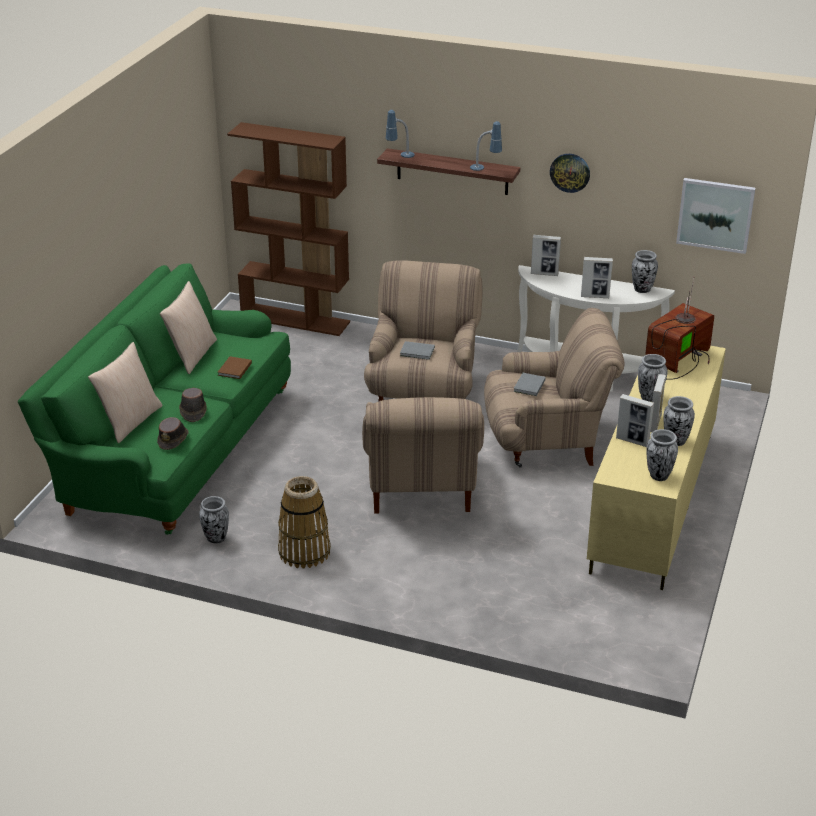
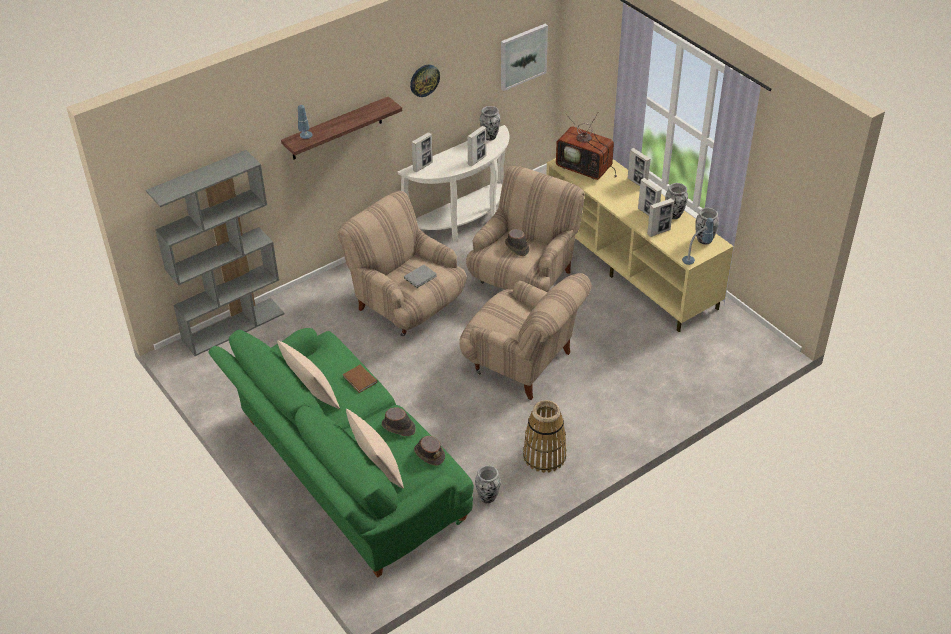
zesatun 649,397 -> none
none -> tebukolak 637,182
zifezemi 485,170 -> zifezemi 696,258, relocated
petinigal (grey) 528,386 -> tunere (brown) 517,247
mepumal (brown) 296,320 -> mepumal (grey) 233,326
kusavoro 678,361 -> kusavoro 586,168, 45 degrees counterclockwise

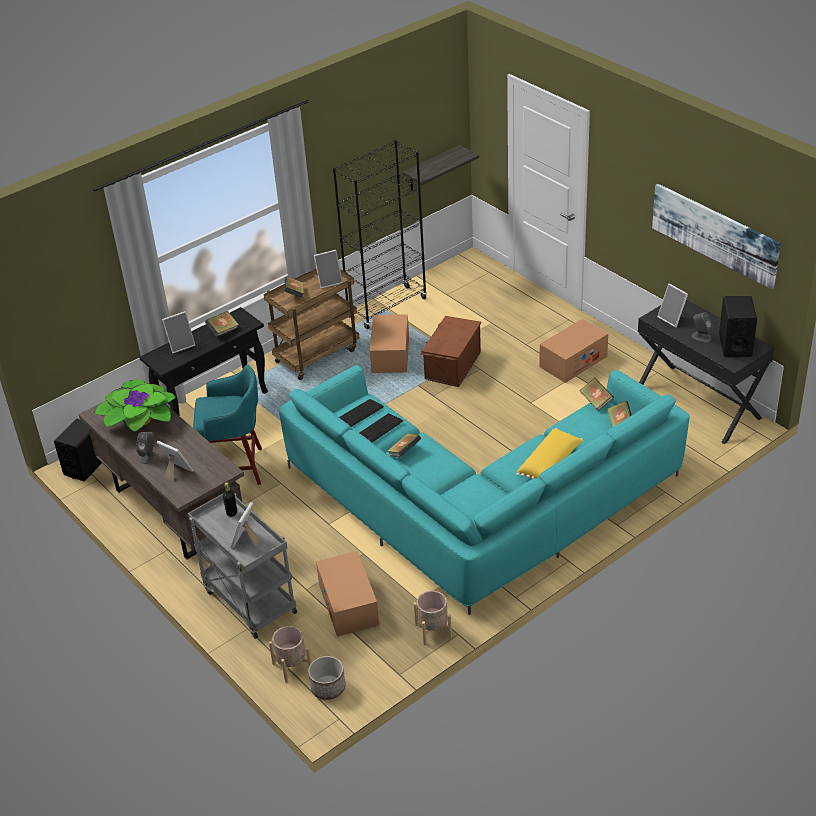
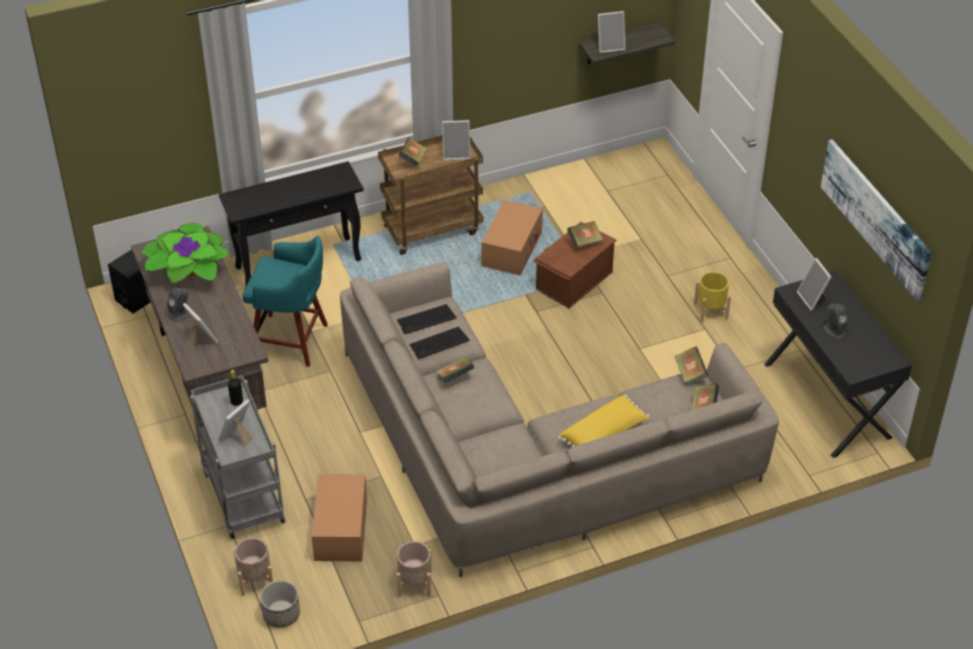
mepumal (black) 387,307 -> none
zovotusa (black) 735,345 -> none
tebukolak 181,345 -> tebukolak 610,46, relocated
petinigal 223,331 -> petinigal 584,242, relocated
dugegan 573,361 -> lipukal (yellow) 710,311
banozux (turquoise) 480,504 -> banozux (beige) 528,454

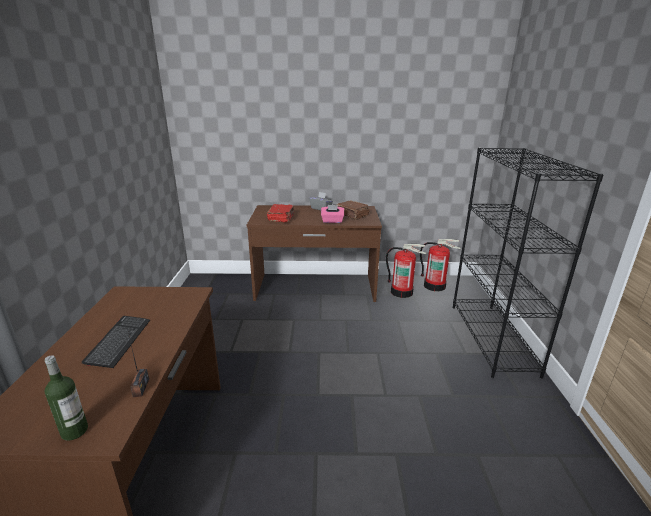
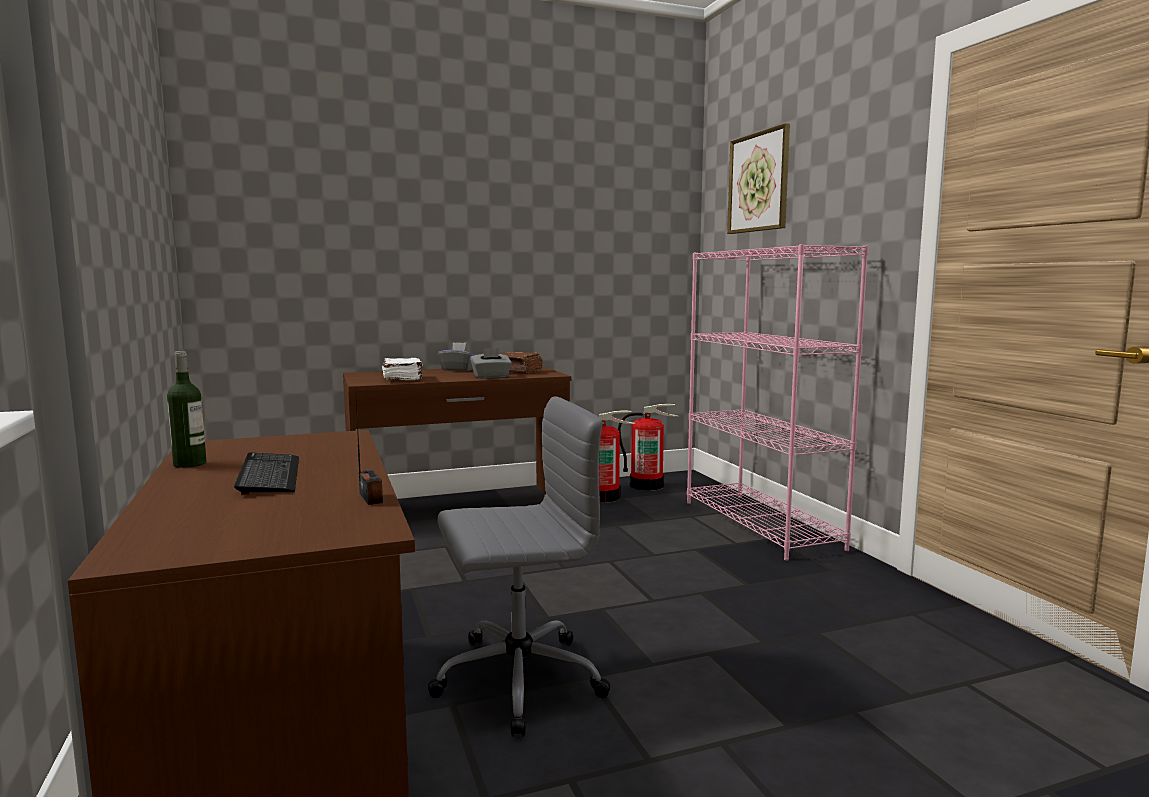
none -> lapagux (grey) 516,680
none -> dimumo 758,182
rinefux 74,431 -> rinefux 190,464, relocated
petinigal (red) 281,218 -> petinigal (white) 403,379
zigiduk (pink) 332,221 -> zigiduk (grey) 491,377
mepumal (black) 492,338 -> mepumal (pink) 761,524

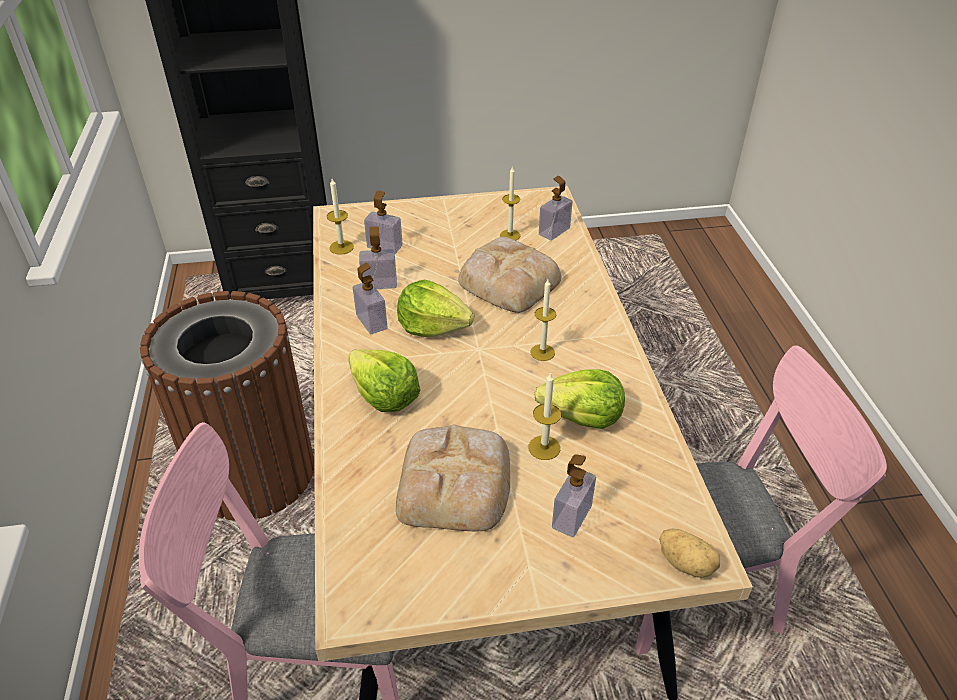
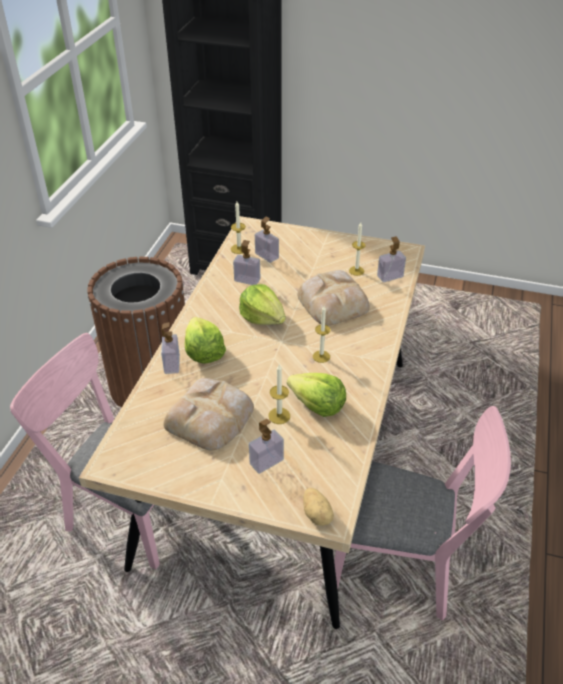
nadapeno 371,322 -> nadapeno 172,364, relocated

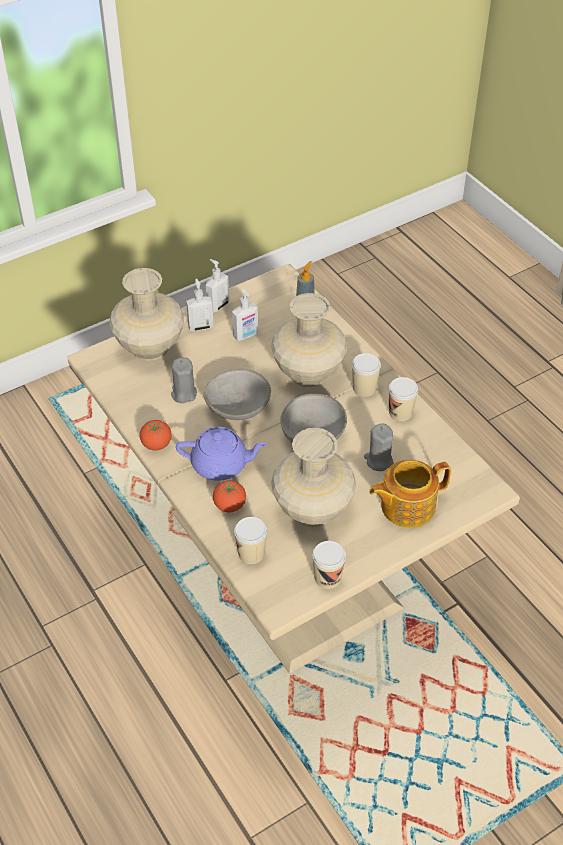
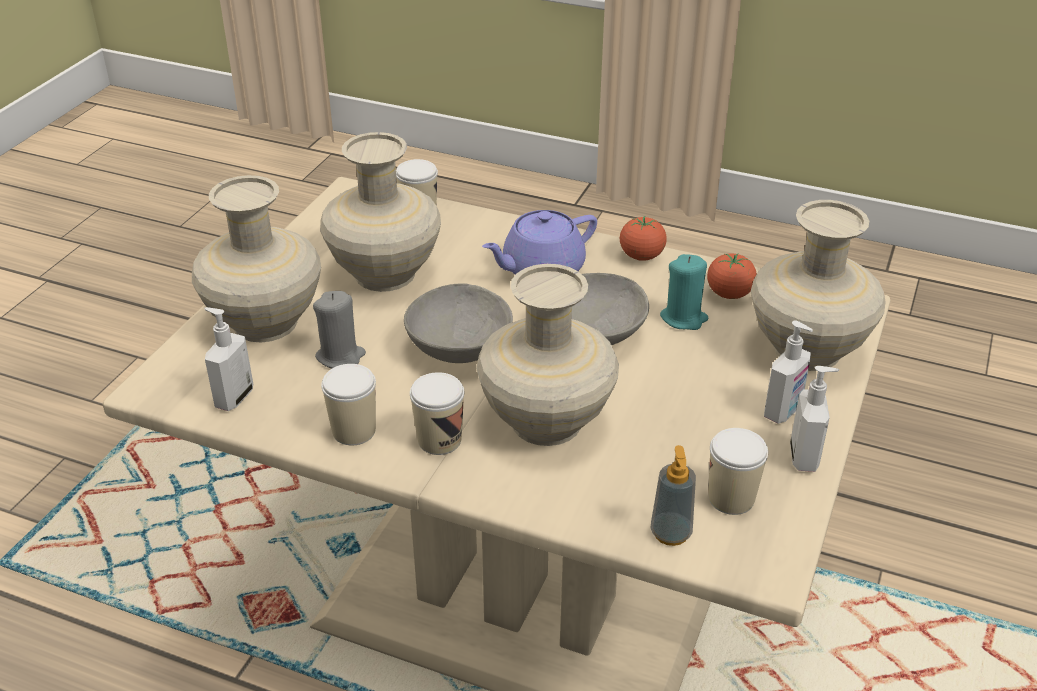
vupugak 229,505 -> vupugak 729,294, relocated
nadapeno 246,335 -> nadapeno 233,398, relocated
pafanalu 327,577 -> pafanalu 731,498, relocated
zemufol 406,506 -> zesatun (beige) 265,323
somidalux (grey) 183,393 -> somidalux (turquoise) 683,318

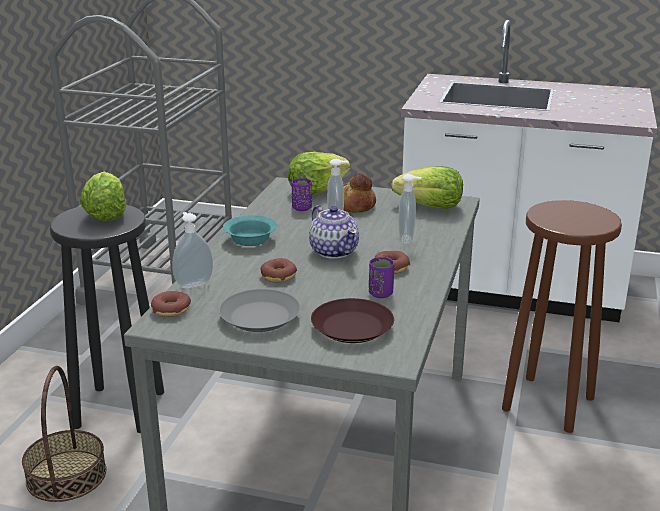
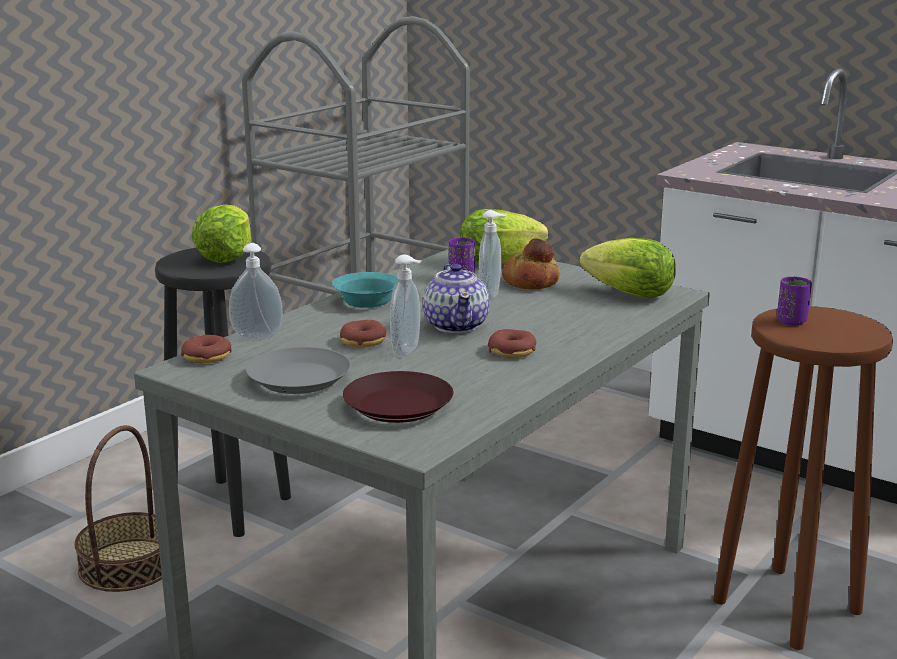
pafanalu (purple) 380,294 -> pafanalu (purple) 791,321, relocated
nadapeno 408,239 -> nadapeno 408,351, relocated

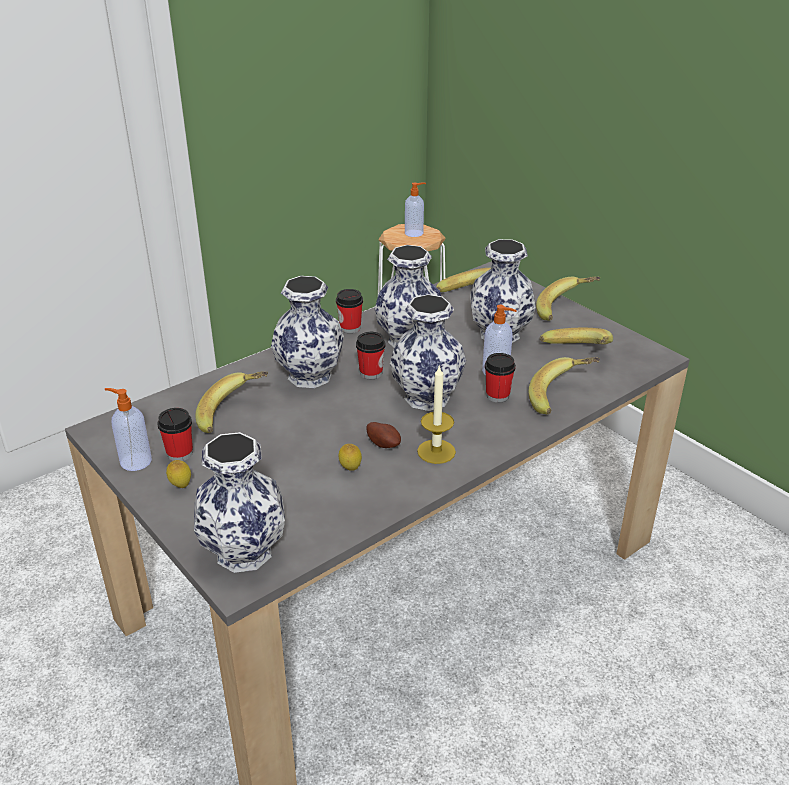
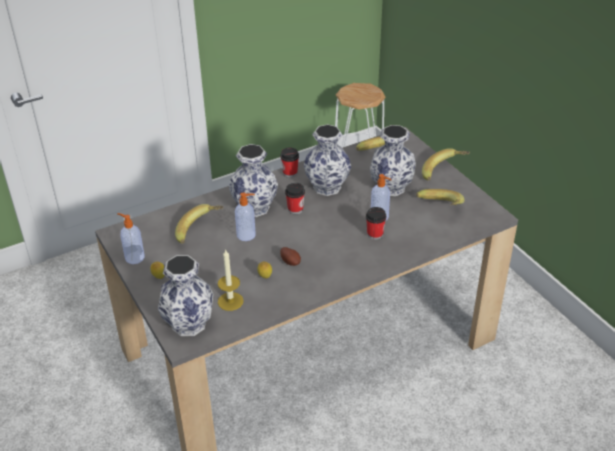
pafanalu 180,453 -> none
zesatun 428,397 -> none
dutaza 562,398 -> none
nadapeno 414,233 -> nadapeno 247,235, relocated
somidalux 436,451 -> somidalux 230,301, relocated

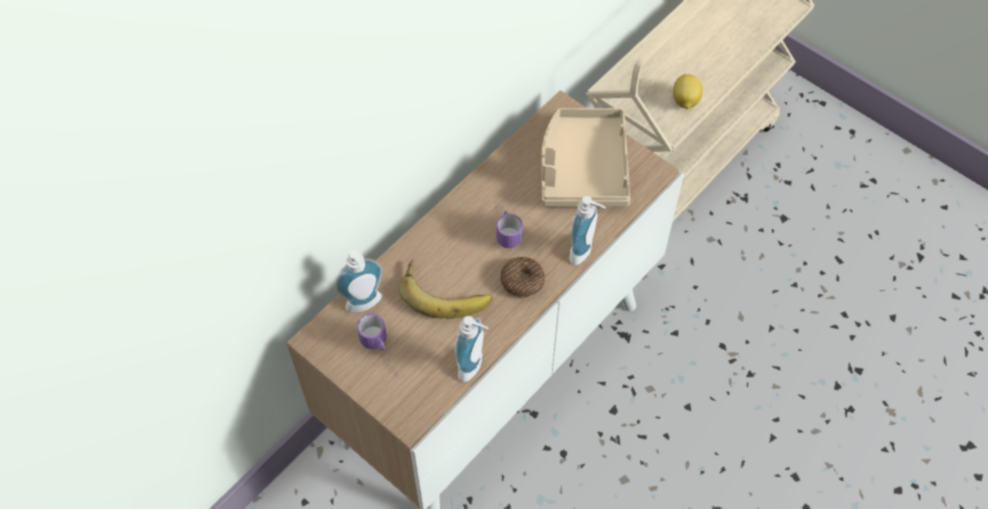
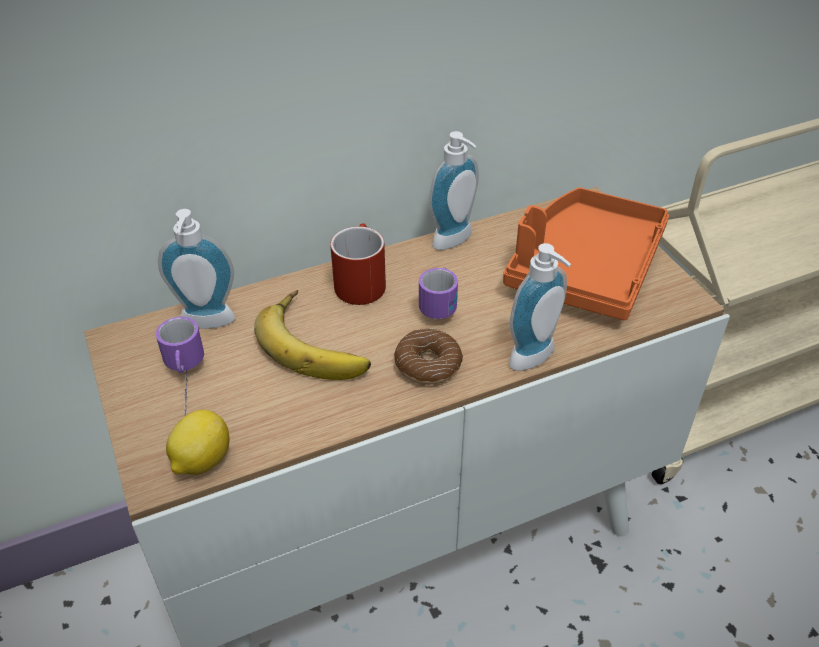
none -> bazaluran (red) 359,280
nadapeno 474,367 -> nadapeno 456,241, relocated
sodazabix 685,101 -> sodazabix 201,461, relocated
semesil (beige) 582,168 -> semesil (orange) 584,268

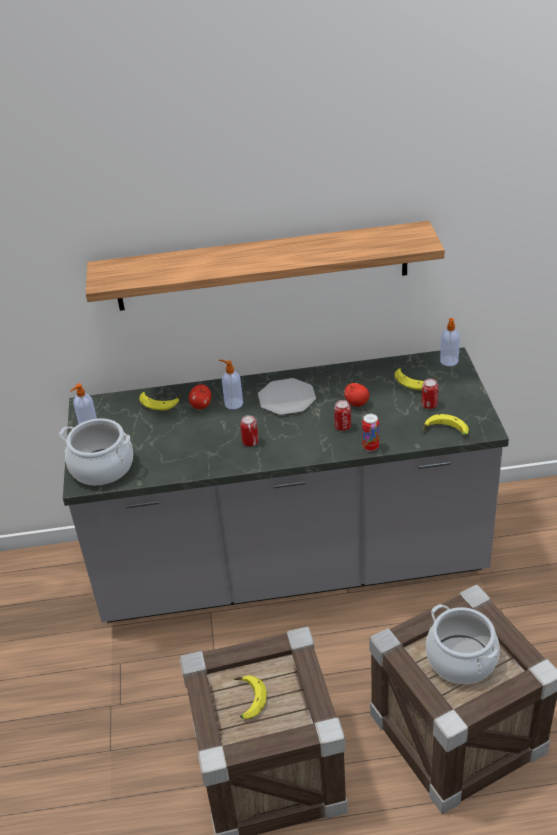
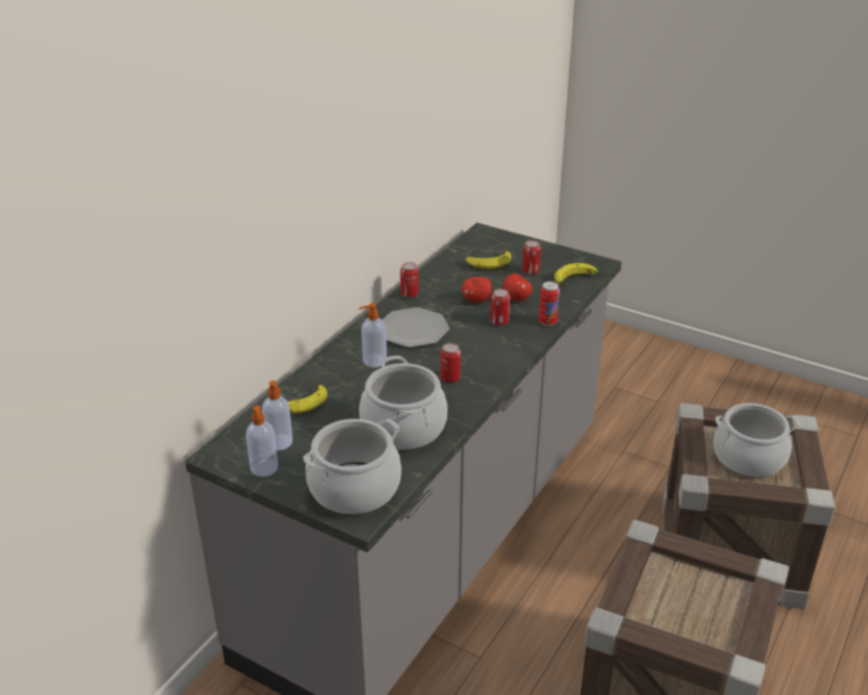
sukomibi 262,266 -> none
dutaza 246,700 -> none
none -> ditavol 404,428
none -> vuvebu 409,294
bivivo 201,406 -> bivivo 516,299, relocated
nadapeno 449,361 -> nadapeno 279,443, relocated

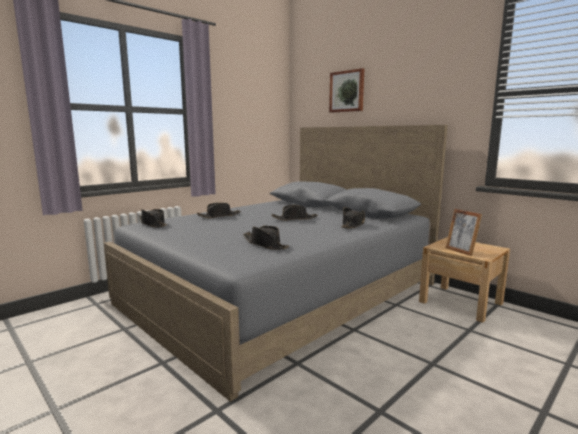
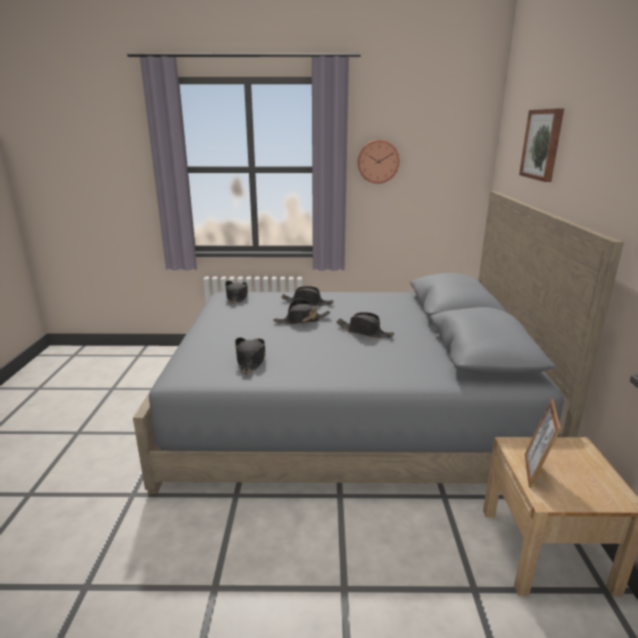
none -> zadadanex 378,161
tunere (black) 353,224 -> tunere (black) 302,320, relocated

